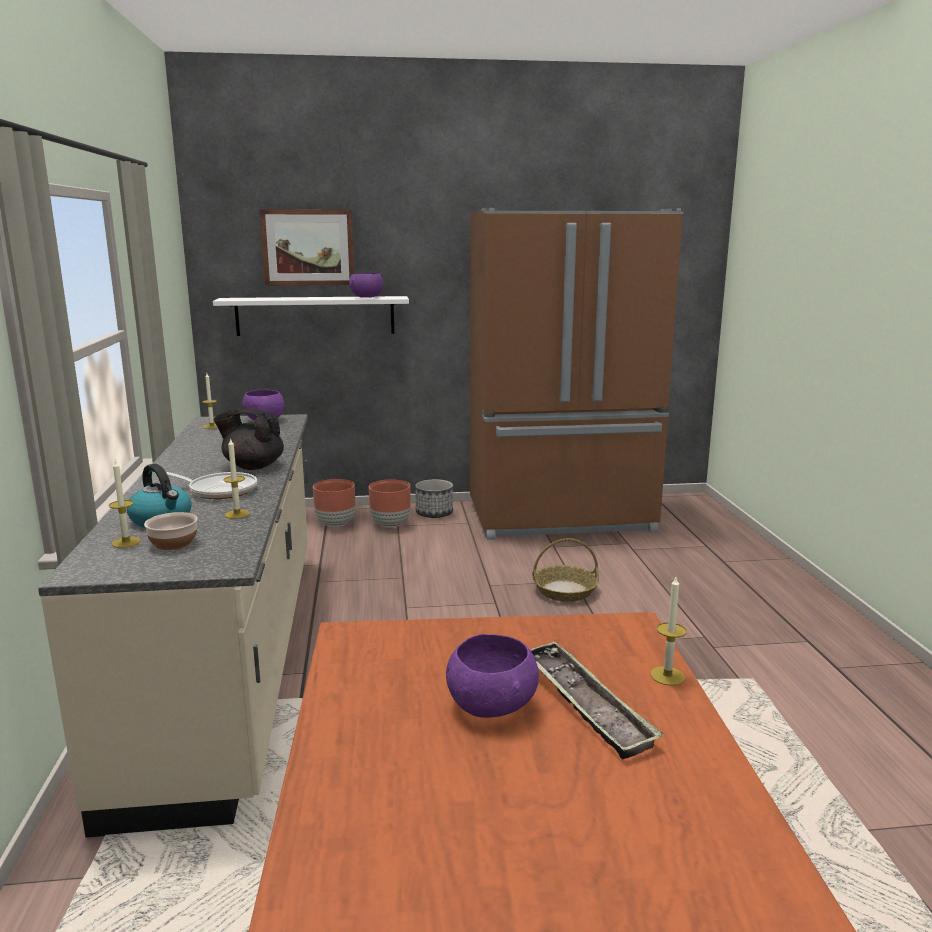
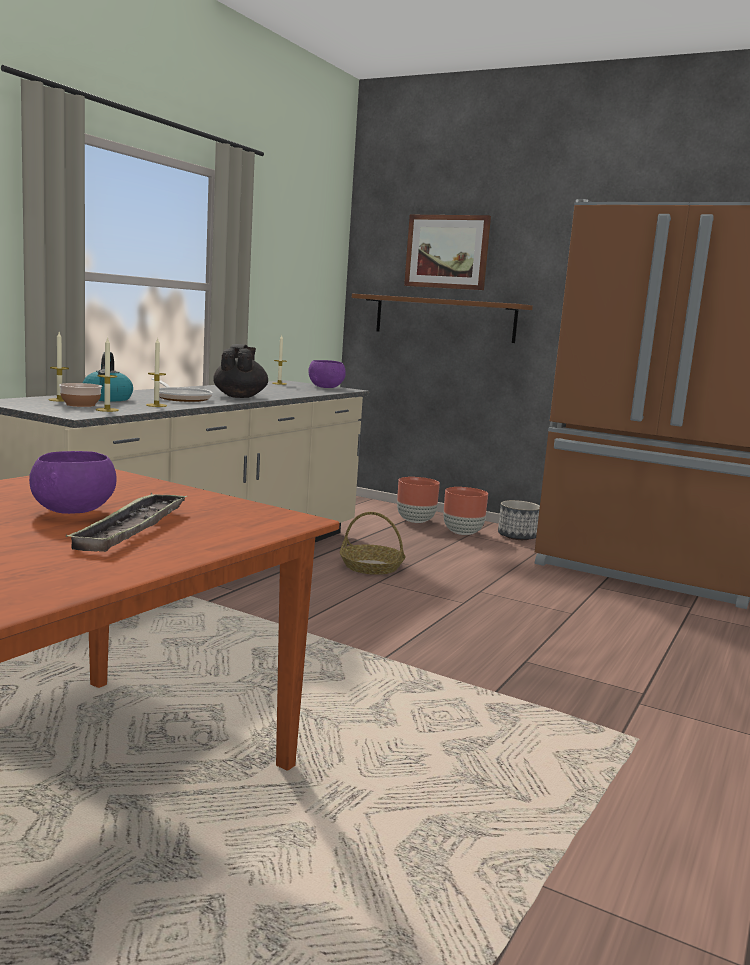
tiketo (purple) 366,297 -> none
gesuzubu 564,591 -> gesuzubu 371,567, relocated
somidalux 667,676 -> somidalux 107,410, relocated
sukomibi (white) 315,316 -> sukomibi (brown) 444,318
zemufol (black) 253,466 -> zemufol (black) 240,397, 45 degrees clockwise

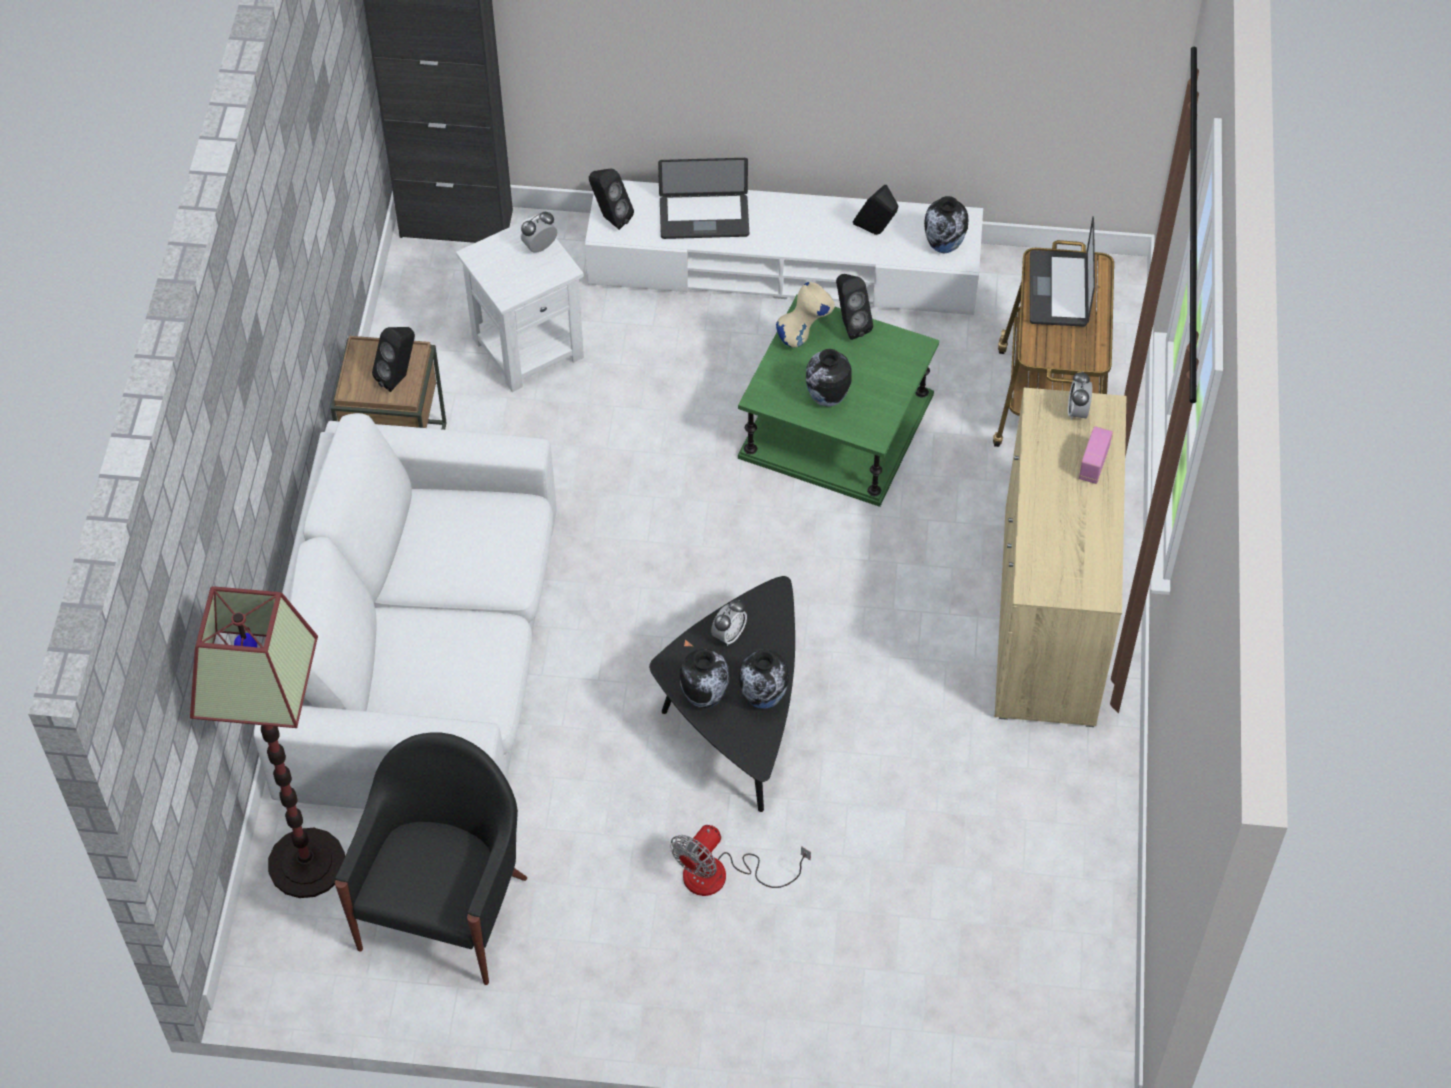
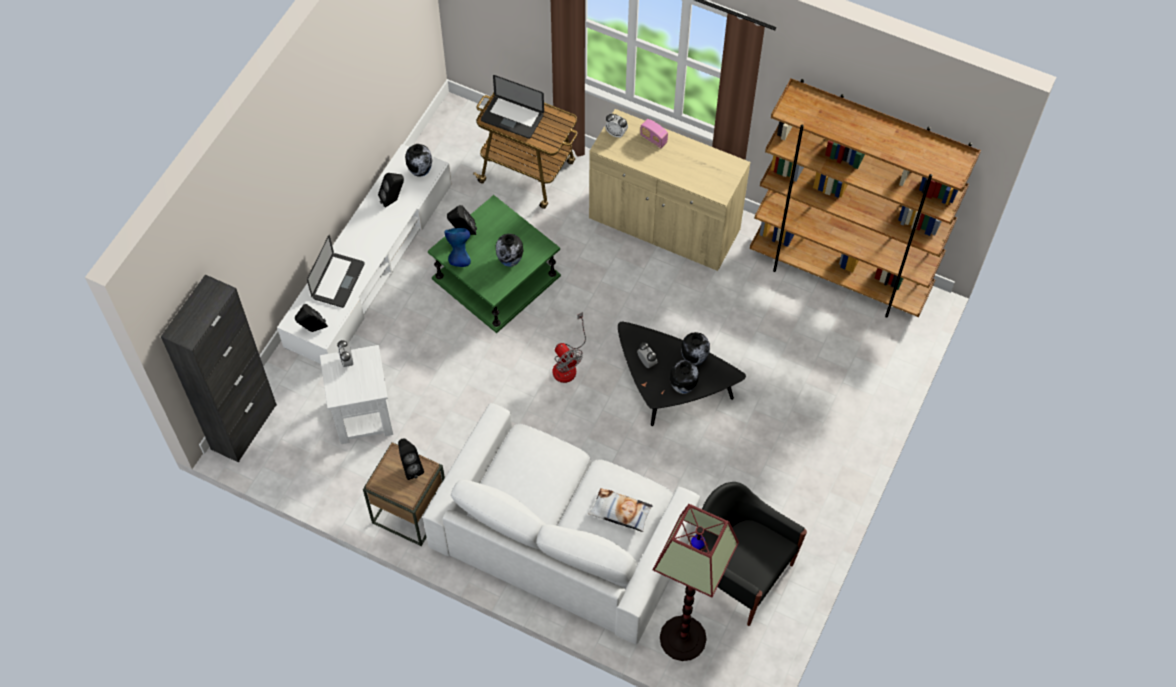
none -> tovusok 620,512
none -> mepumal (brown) 839,275
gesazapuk 721,876 -> gesazapuk 567,364, relocated
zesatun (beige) 804,334 -> zesatun (blue) 459,256

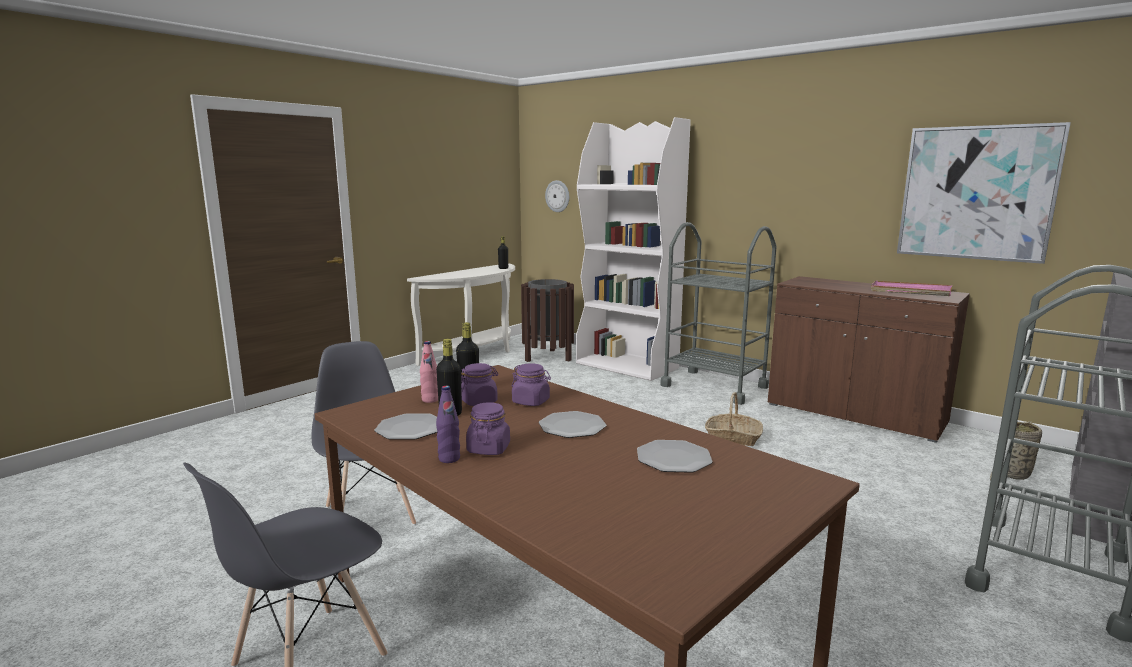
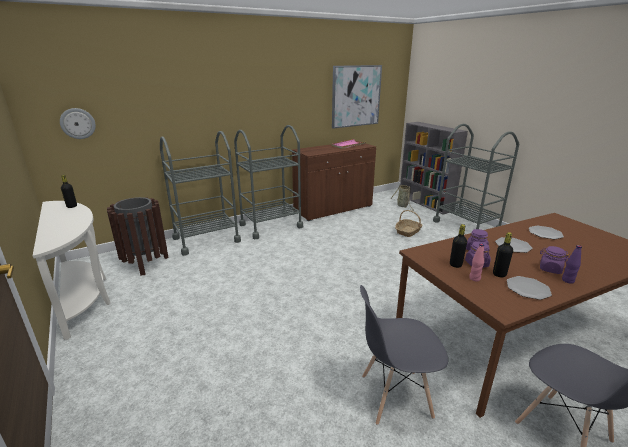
gesuzubu 732,437 -> gesuzubu 408,231, relocated
mepumal (white) 628,365 -> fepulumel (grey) 206,240

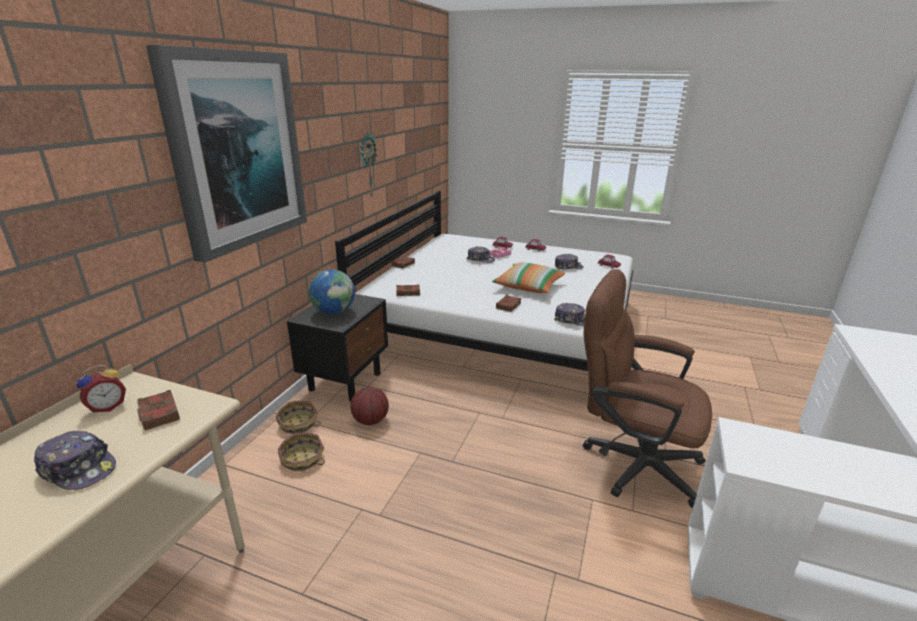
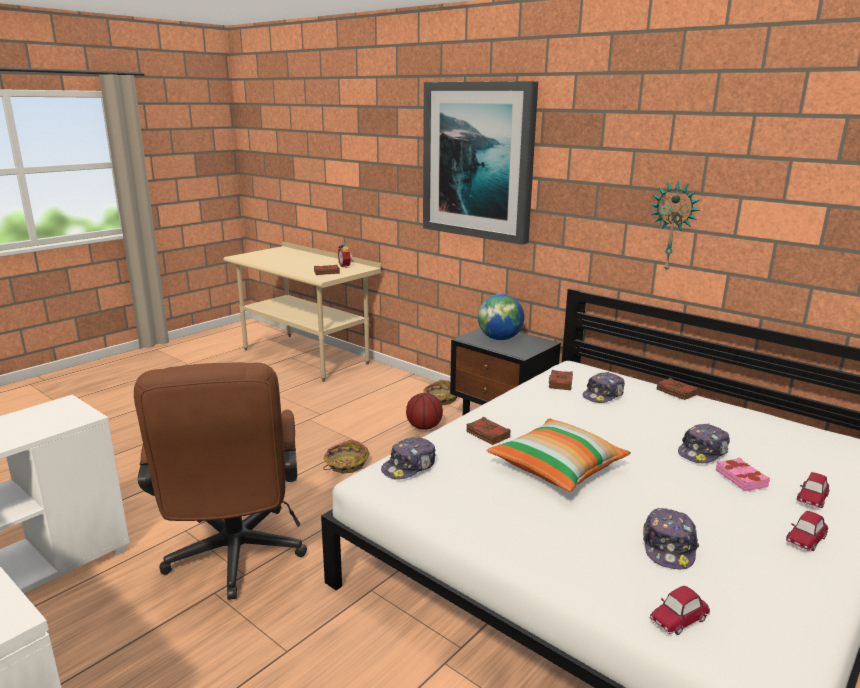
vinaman 79,468 -> vinaman 603,395, relocated
gesuzubu 302,459 -> gesuzubu 345,464, relocated
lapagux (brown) 631,461 -> lapagux (brown) 234,560, 120 degrees clockwise

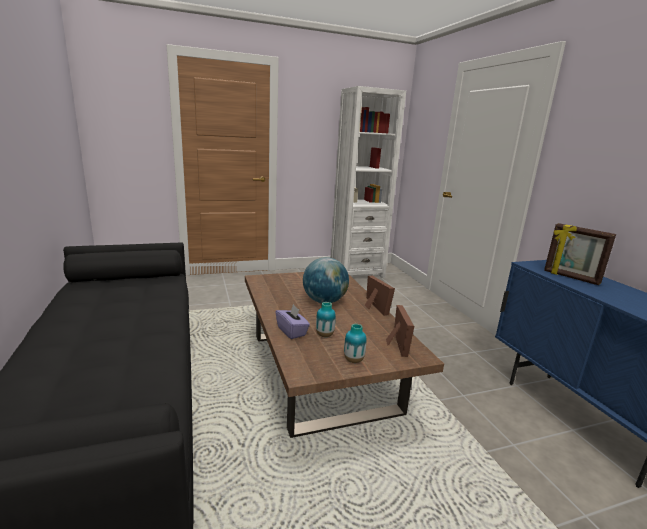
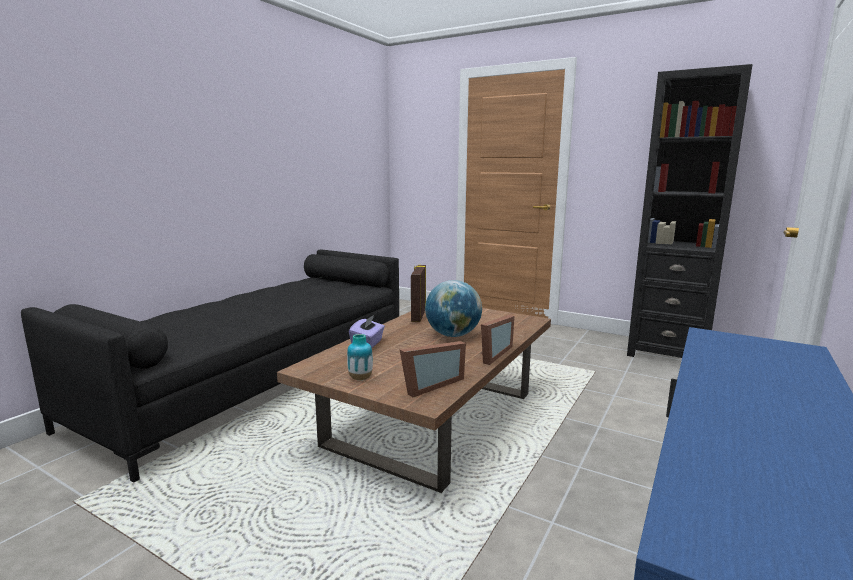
zesatun 324,335 -> none
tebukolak 571,277 -> tebukolak 418,315, relocated
mepumal (white) 356,272 -> mepumal (black) 667,353

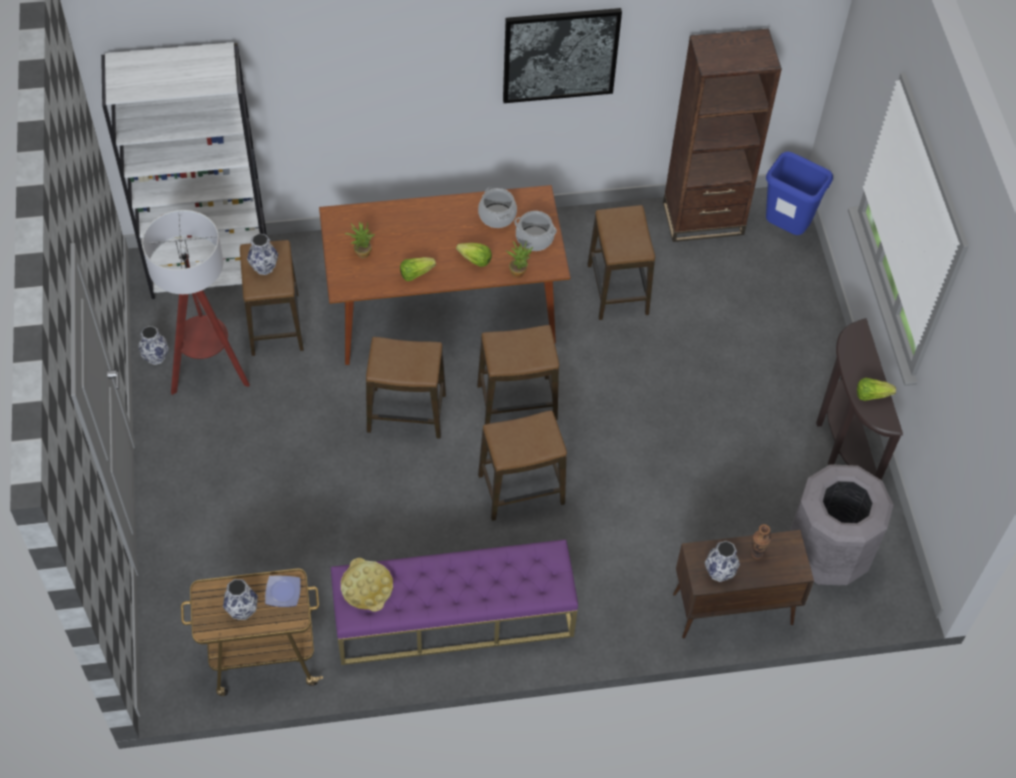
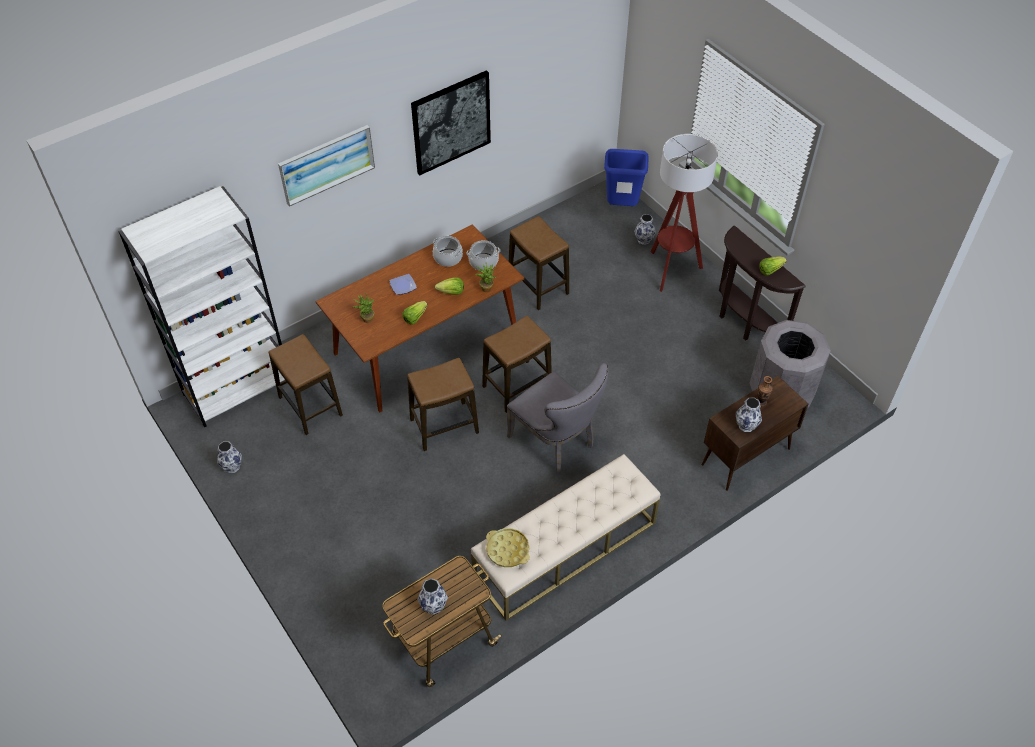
mepumal (brown) 703,219 -> none
none -> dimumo 327,164
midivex 209,371 -> midivex 671,270, relocated
zesatun 264,267 -> zesatun 644,240, relocated
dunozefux 282,593 -> dunozefux 403,286, relocated
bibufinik 521,490 -> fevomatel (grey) 556,442
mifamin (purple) 453,618 -> mifamin (beige) 565,550

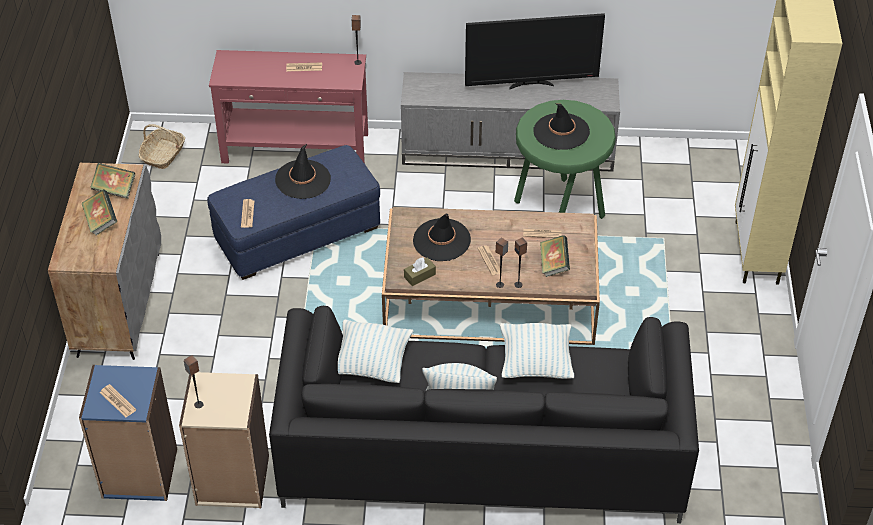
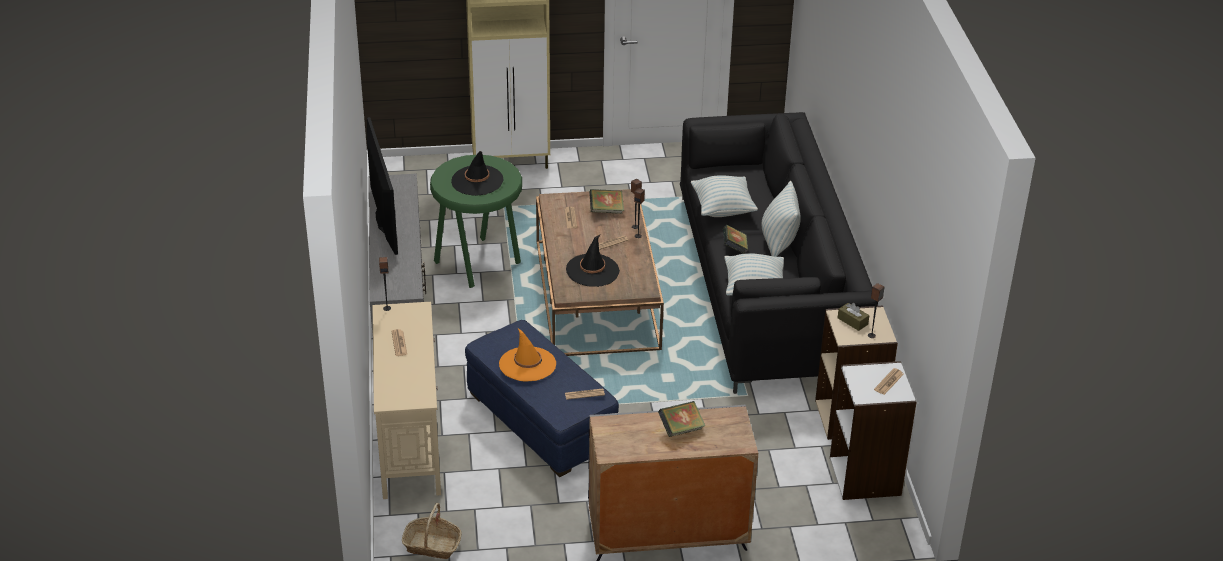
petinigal 115,190 -> petinigal 734,248, relocated
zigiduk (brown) 419,276 -> zigiduk (brown) 852,321, relocated
mepumal (blue) 139,474 -> mepumal (white) 866,476
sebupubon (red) 296,148 -> sebupubon (beige) 410,441
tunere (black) 303,179 -> tunere (orange) 527,364

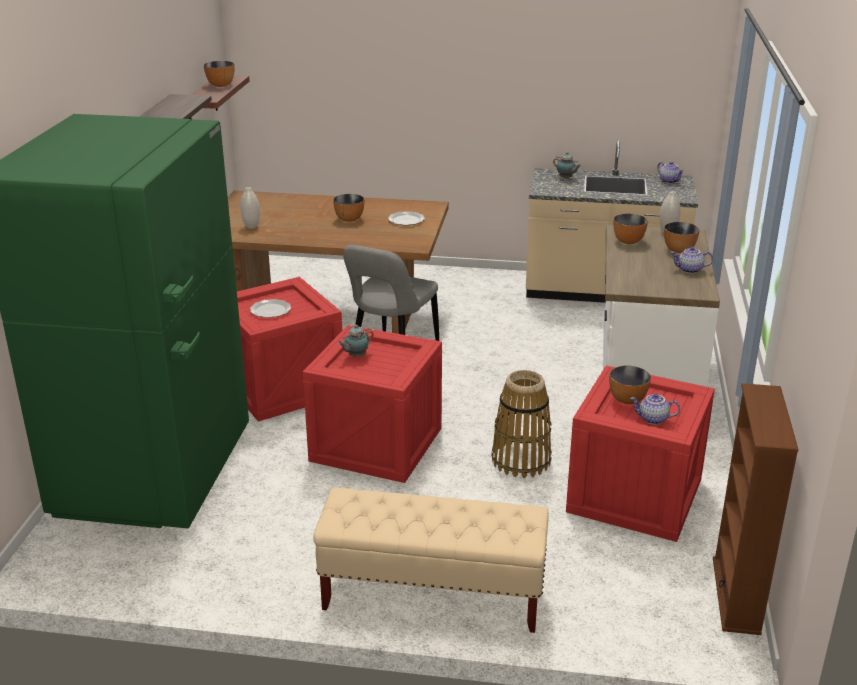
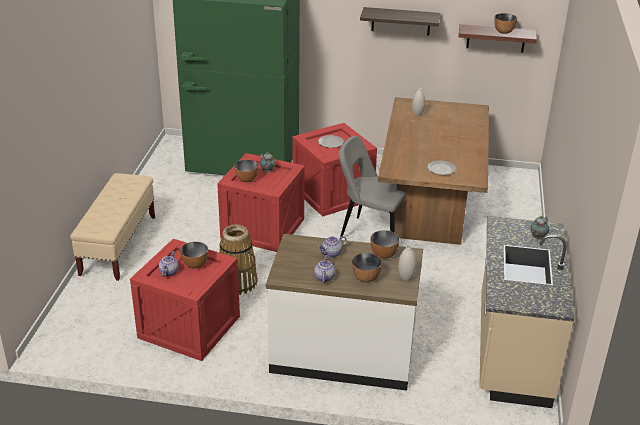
mepumal (brown) 736,595 -> none
tiketo 349,219 -> tiketo 246,179, relocated
zemufol 669,181 -> zemufol 332,253, relocated

